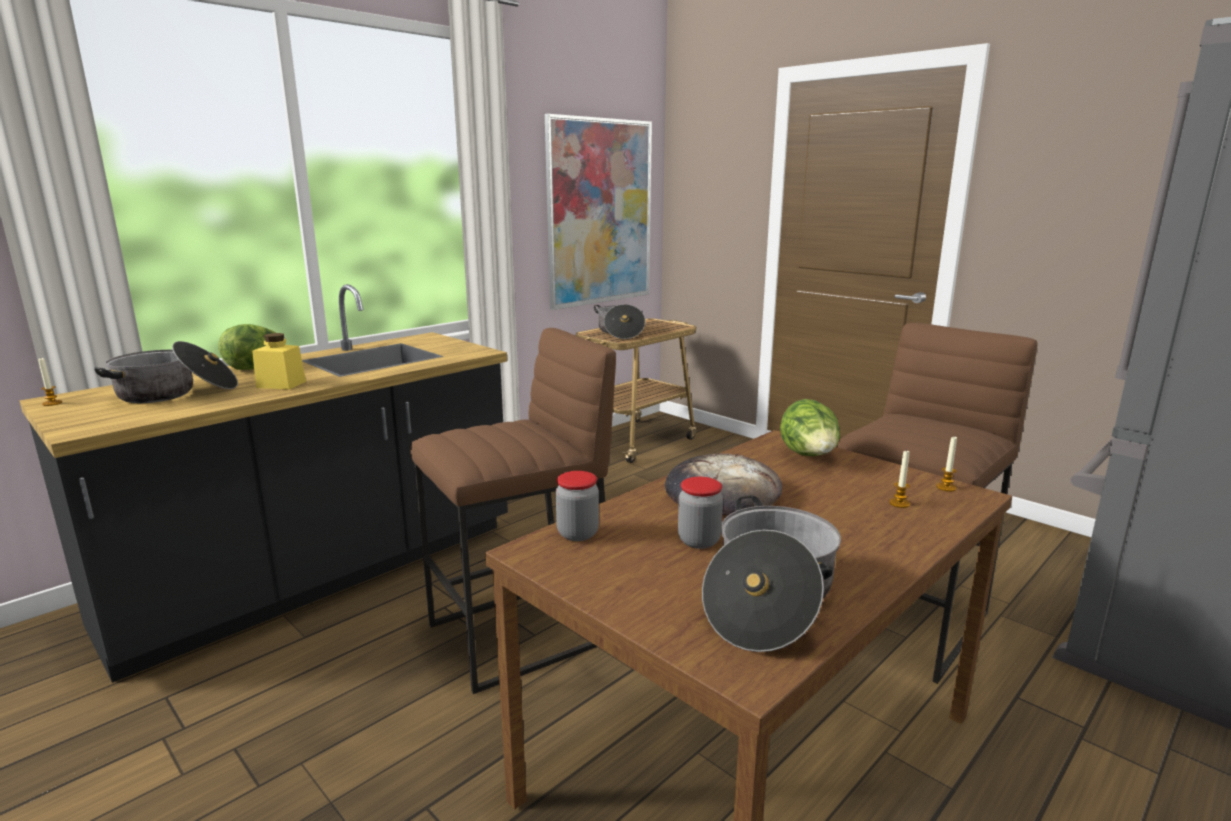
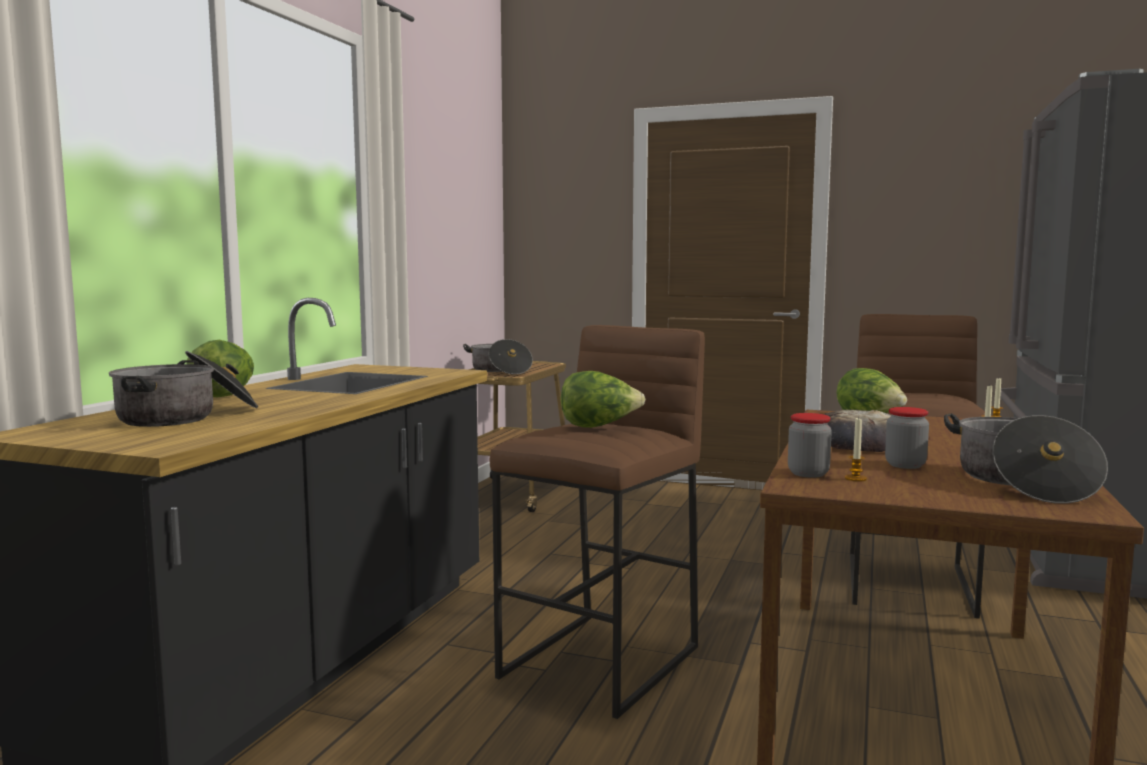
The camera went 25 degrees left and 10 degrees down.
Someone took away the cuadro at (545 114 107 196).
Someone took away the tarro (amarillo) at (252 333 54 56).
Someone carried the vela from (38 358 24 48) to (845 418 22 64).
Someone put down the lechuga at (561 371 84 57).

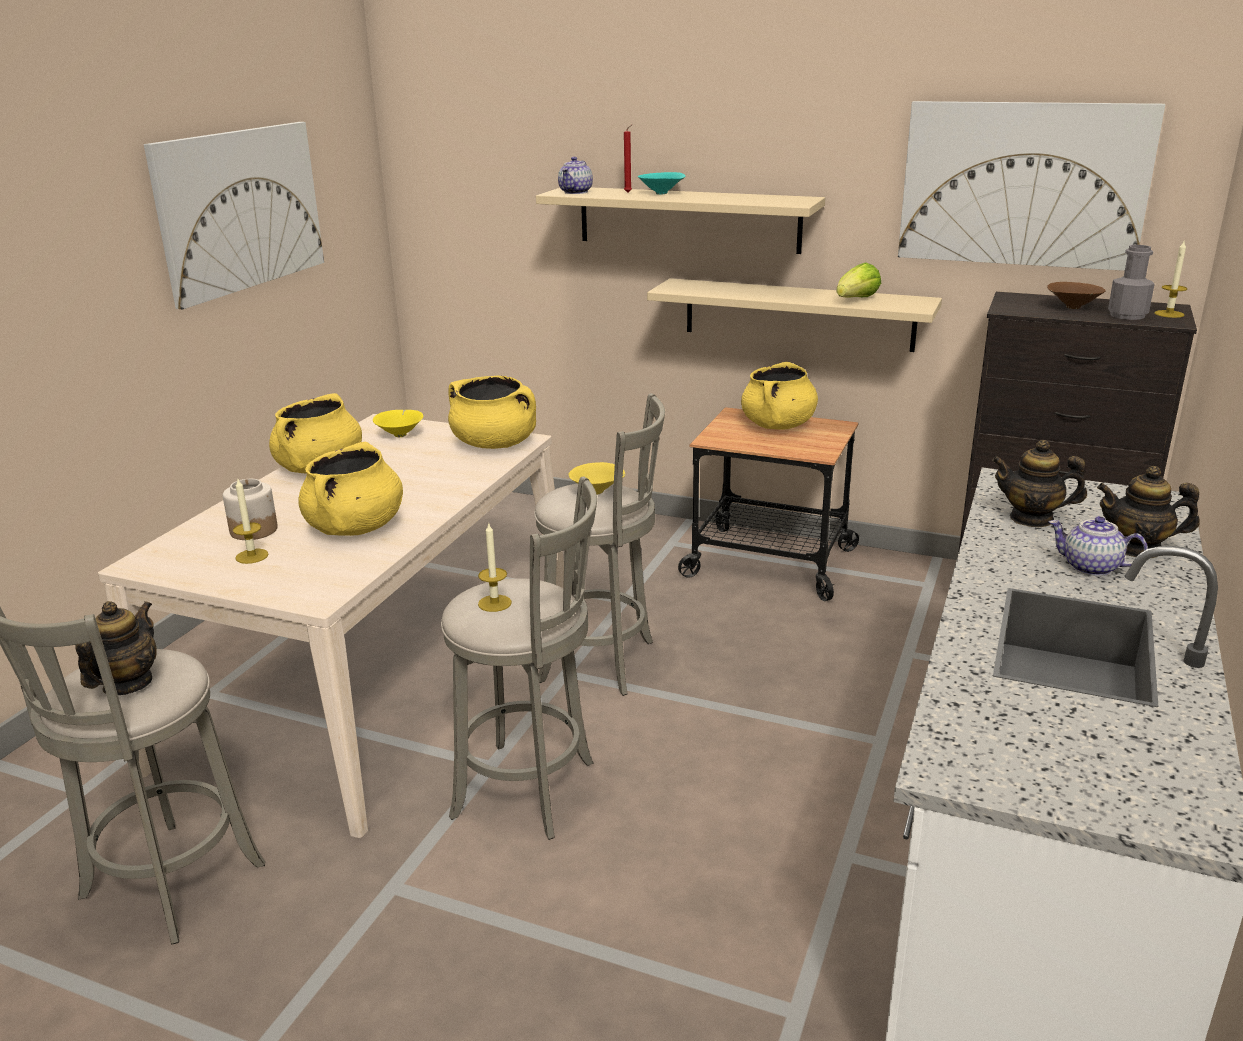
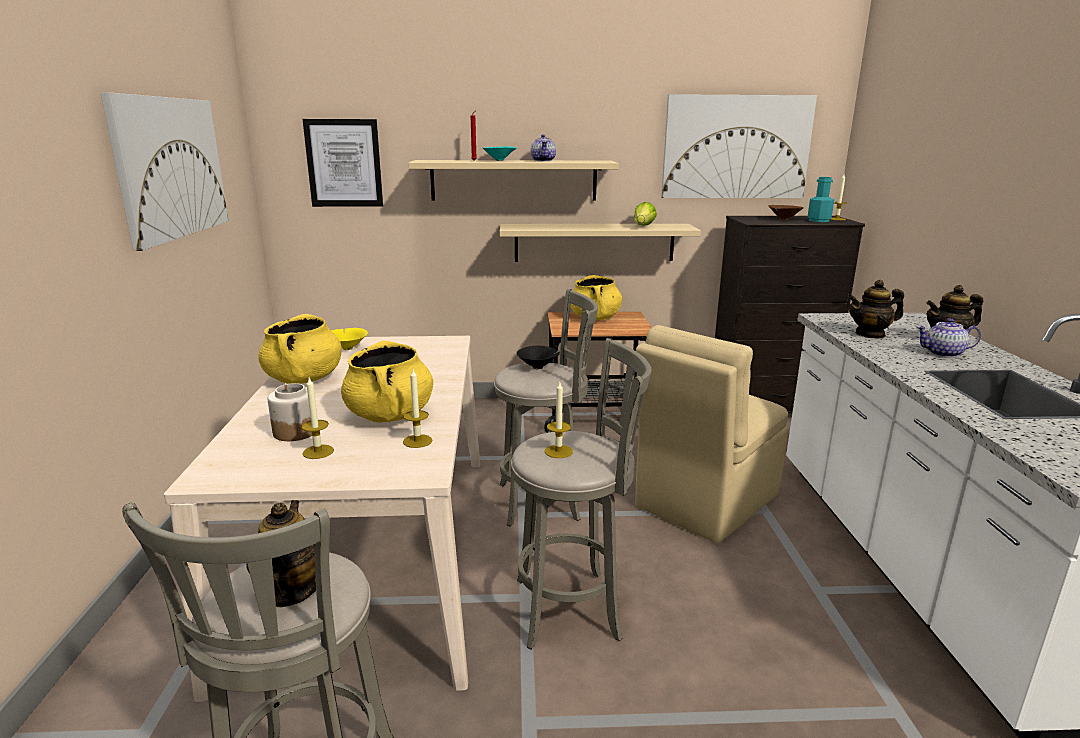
The camera went 25 degrees left and 5 degrees down.
Someone carried the tetera from (558 157 35 37) to (531 134 25 27).
Someone repainted the botella (gris) at (1108 245 47 75), which became the botella (turquesa) at (807 177 27 45).
Someone took away the olla (amarillo) at (448 376 88 73).
Someone repainted the cuenco (amarillo) at (569 462 56 32), which became the cuenco (negro) at (516 346 44 23).
Someone put up the cuadro at (303 119 80 88).
Someone put down the silla (beis) at (635 325 153 218).
Someone put down the vela at (403 369 30 79).

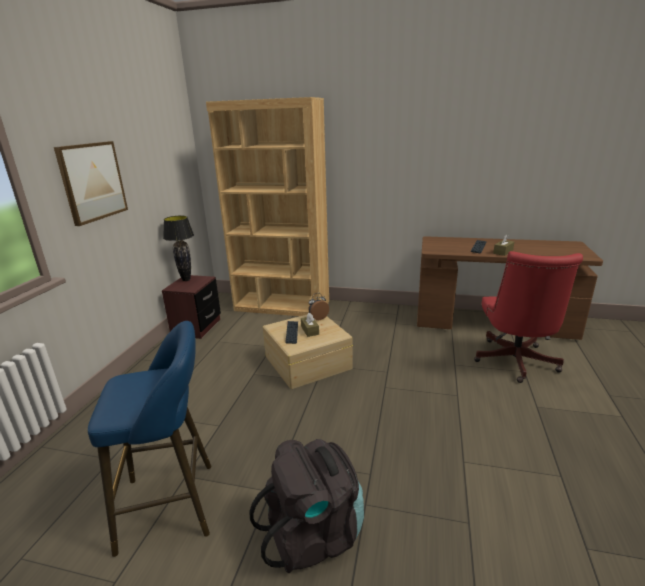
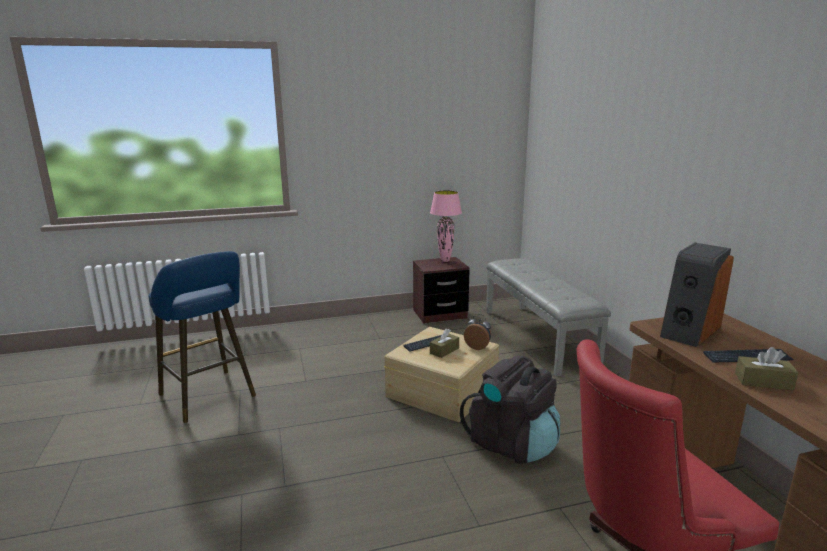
The camera went 60 degrees right and 5 degrees down.
Someone swapped the estantería (marrón) at (206 97 123 219) for the banco (gris) at (486 258 125 119).
Someone took away the cuadro at (54 141 74 85).
Someone repainted the lámpara de mesa (negro) at (163 216 31 65), which became the lámpara de mesa (rosa) at (430 190 32 72).
Someone carried the mochila (negro) from (250 439 114 134) to (460 356 100 108).
Someone put down the altavoz at (660 243 74 104).

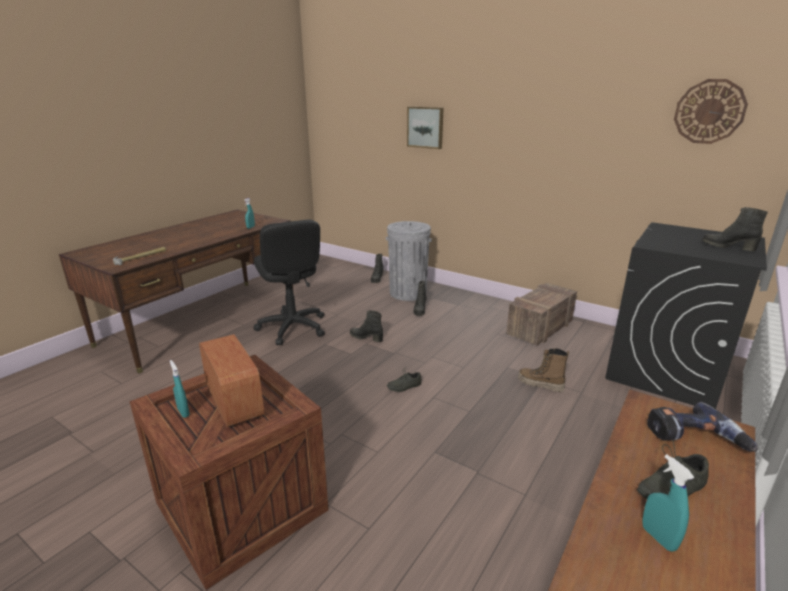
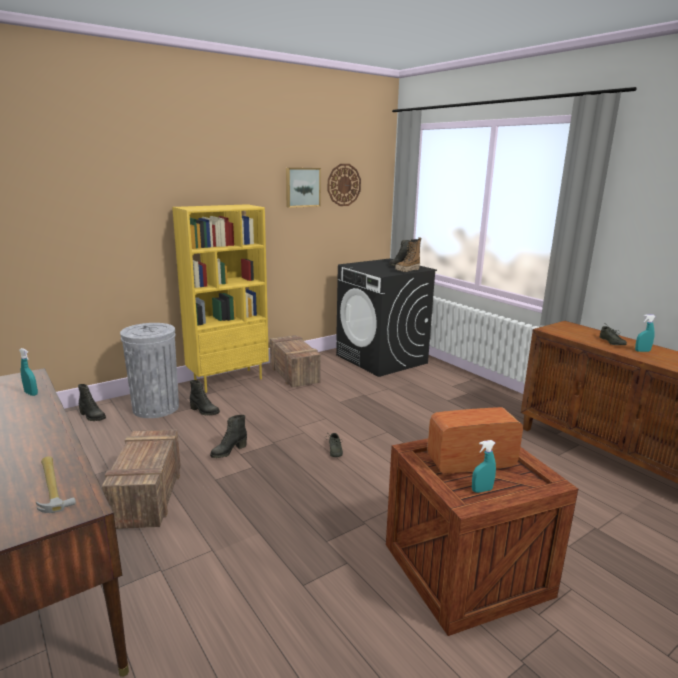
The camera went 70 degrees left and 5 degrees down.
Someone carried the cuadro from (407 106 36 43) to (286 168 35 40).
Someone swapped the silla de oficina (negro) at (253 220 72 125) for the caja de embalaje at (101 429 80 100).
Someone carried the bota from (518 348 51 44) to (395 237 26 35).
Someone took away the taladro at (647 402 111 50).
Someone put down the estantería (amarillo) at (172 204 97 189).

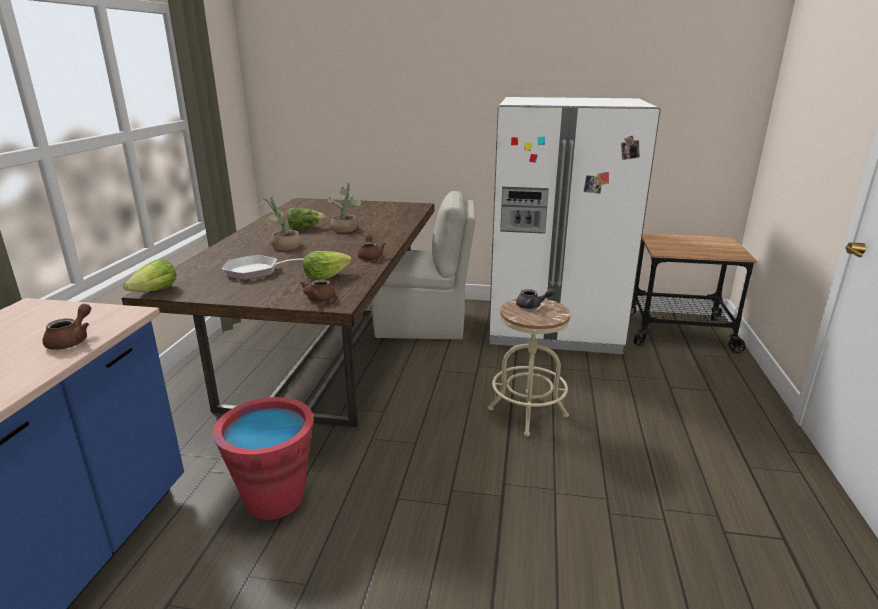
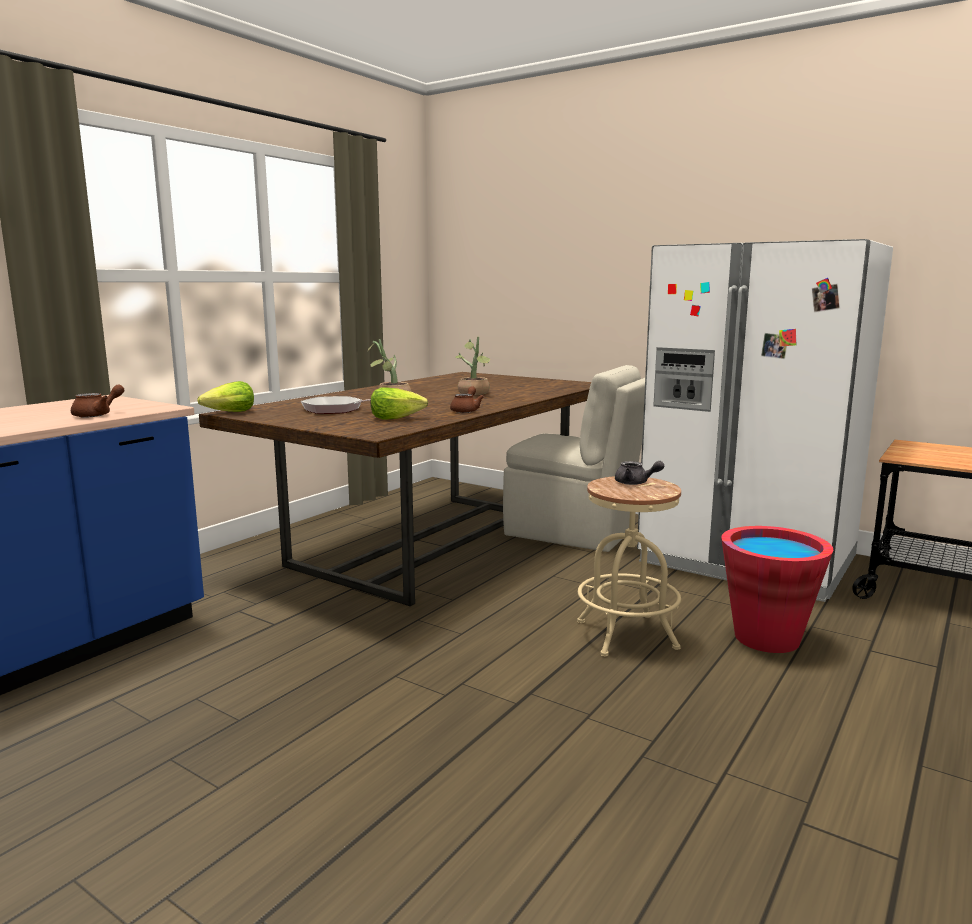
The camera went 25 degrees right and 10 degrees down.
Someone took away the lechuga at (288 208 38 21).
Someone took away the tetera (marrón) at (300 279 36 23).
Someone carried the cubo (rojo) from (213 397 101 123) to (721 526 112 127).

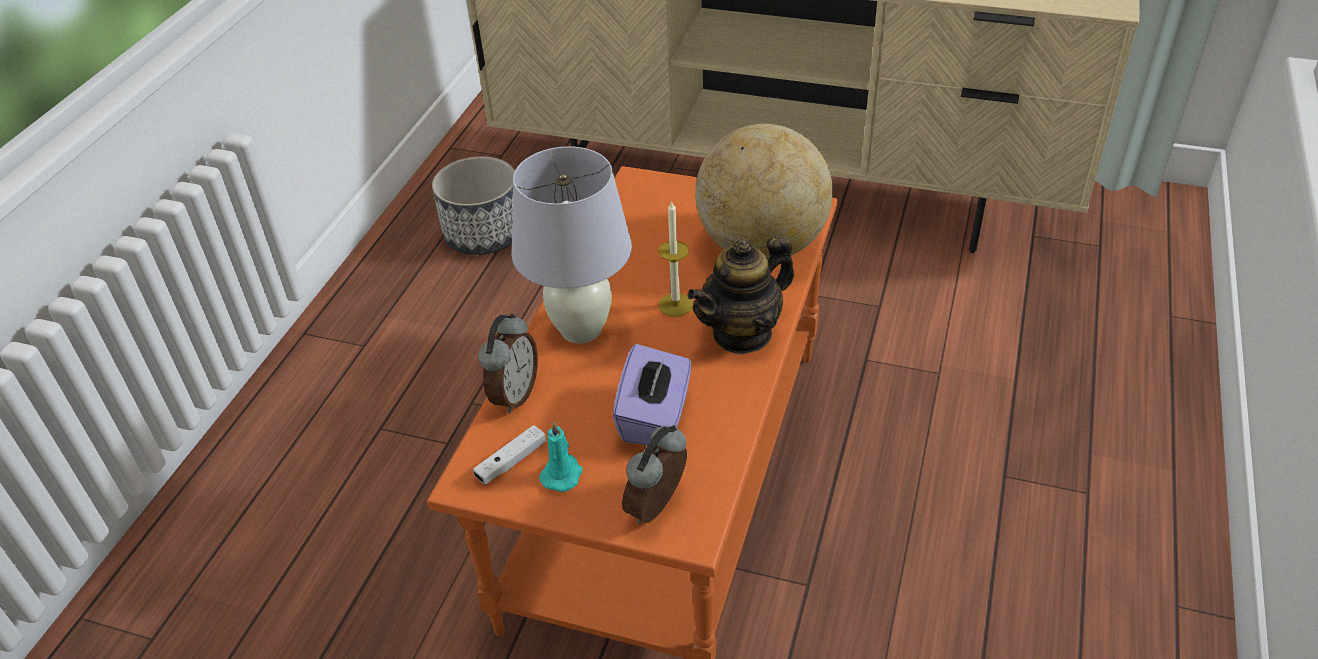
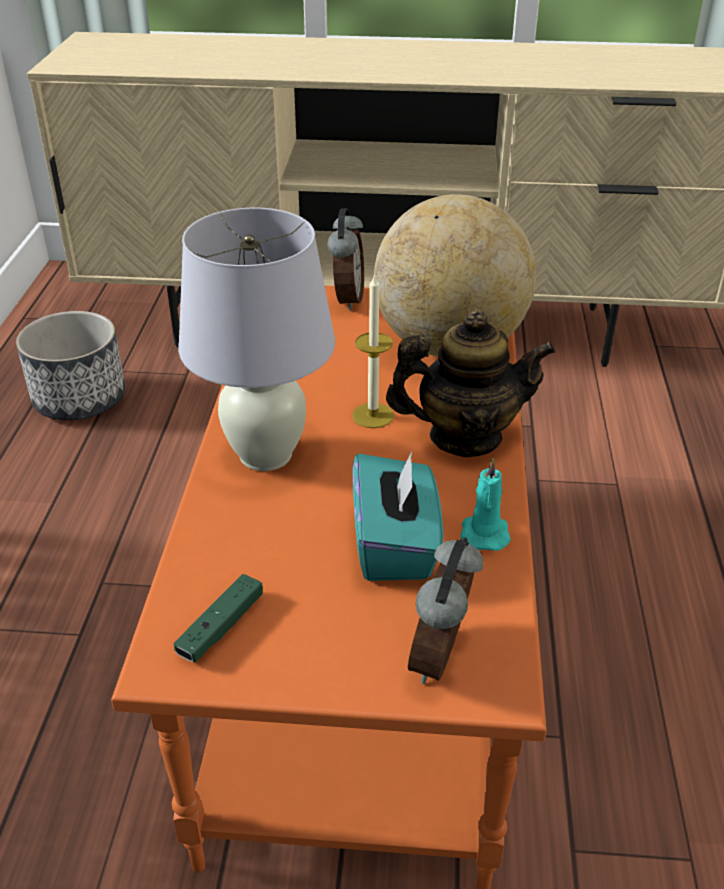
The camera went 15 degrees left and 5 degrees down.
Someone rotated the tetera at (687 235 107 120) by 135 degrees counterclockwise.
Someone carried the despertador from (478 313 60 100) to (327 208 37 103).
Someone repainted the caja de pañuelos (morado) at (613 344 78 101), which became the caja de pañuelos (turquesa) at (352 452 92 129).
Someone carried the vela (turquesa) from (539 422 43 70) to (460 458 51 93).
Someone repainted the mando de consola (blanco) at (473 425 73 59), which became the mando de consola (verde) at (174 574 89 88).

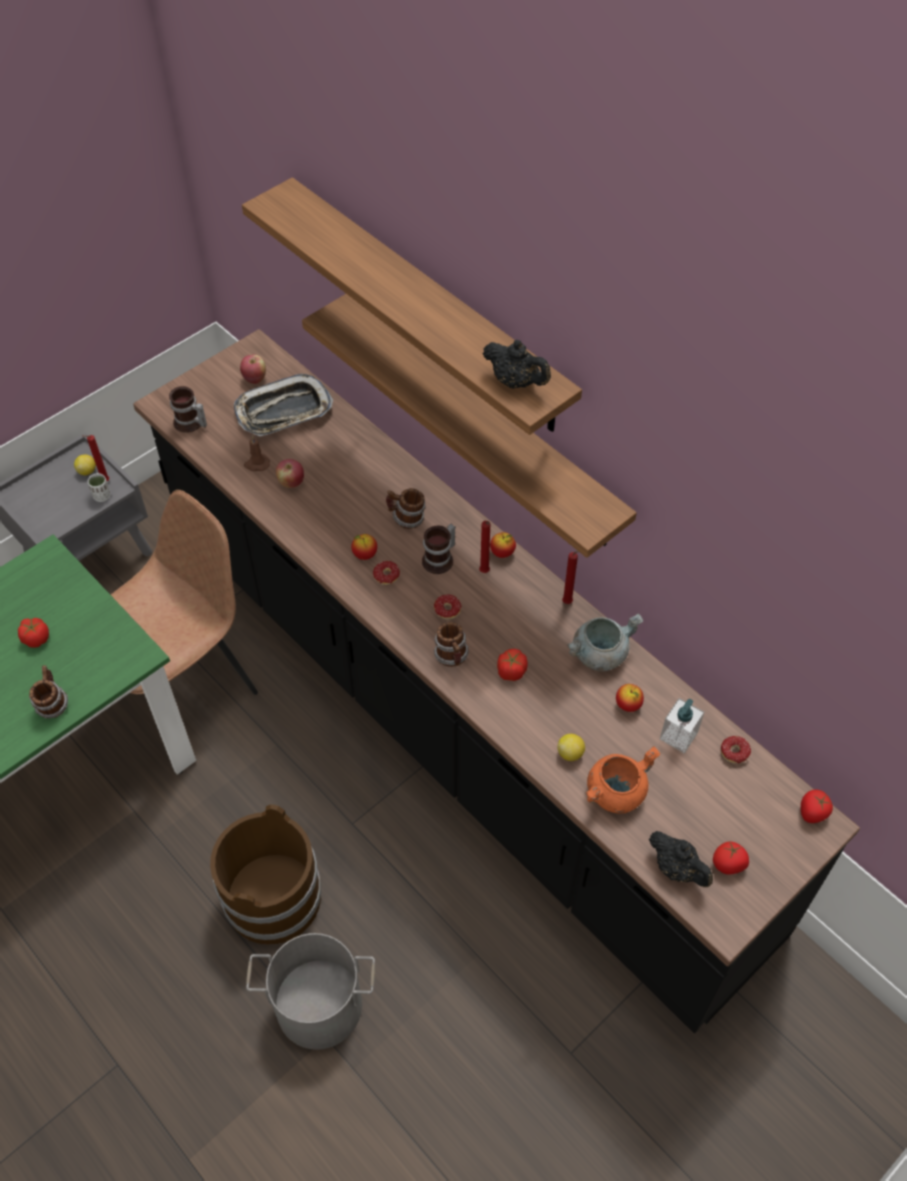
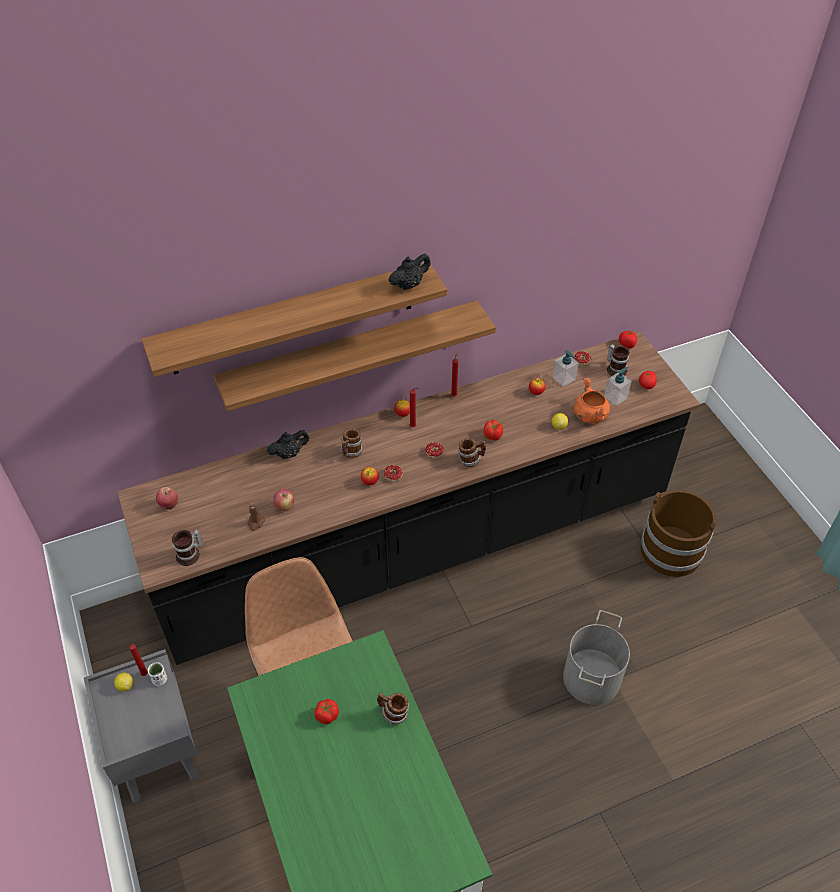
The camera went 70 degrees left and 5 degrees down.
Someone took away the bandeja at (234 374 99 63).
Someone carried the taza grande from (422 524 34 50) to (607 344 23 32).
Someone took away the olla (gris) at (567 613 76 58).
Someone carried the cubo (marrón) from (210 804 111 141) to (641 490 77 87).
Someone carried the tetera (negro) from (649 831 64 56) to (267 430 42 29).
Someone put down the dispensador de jabón at (604 367 28 39).

